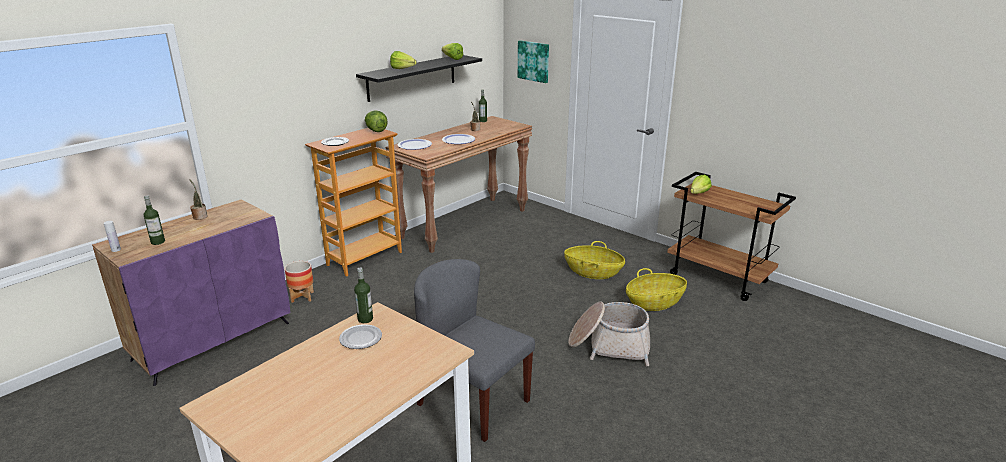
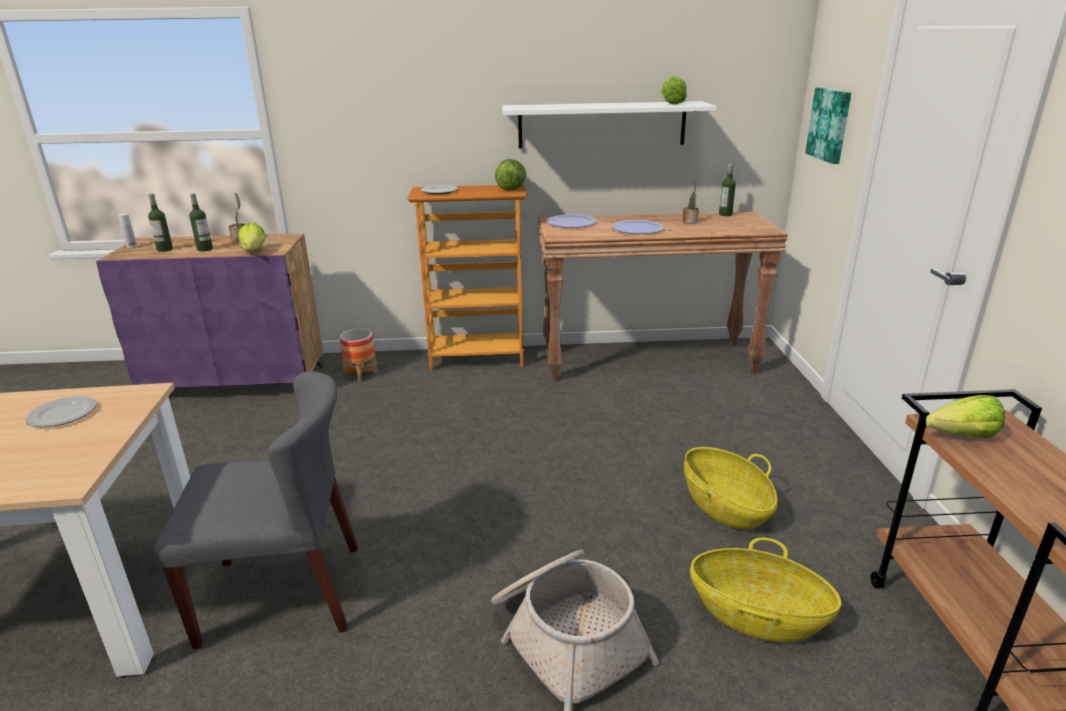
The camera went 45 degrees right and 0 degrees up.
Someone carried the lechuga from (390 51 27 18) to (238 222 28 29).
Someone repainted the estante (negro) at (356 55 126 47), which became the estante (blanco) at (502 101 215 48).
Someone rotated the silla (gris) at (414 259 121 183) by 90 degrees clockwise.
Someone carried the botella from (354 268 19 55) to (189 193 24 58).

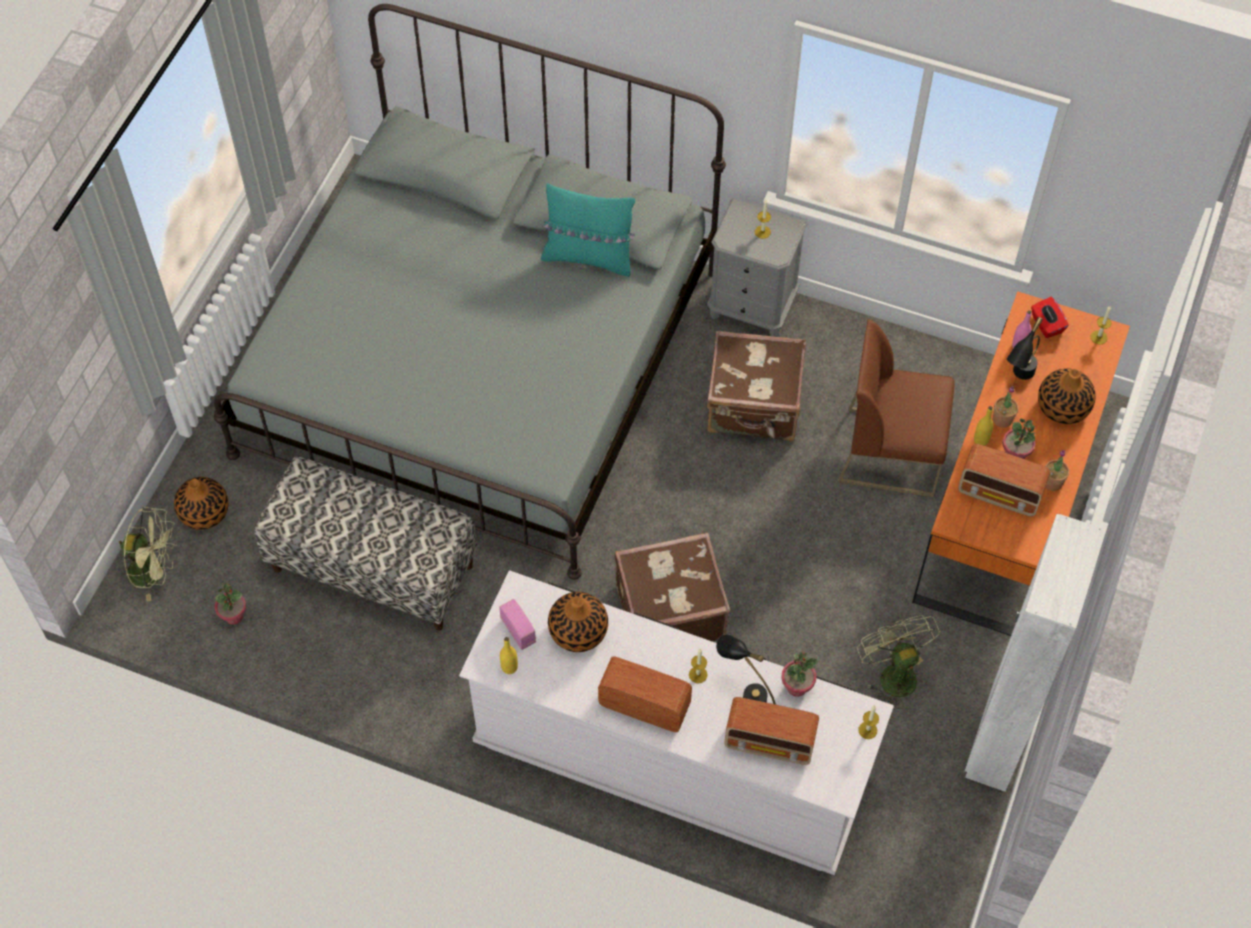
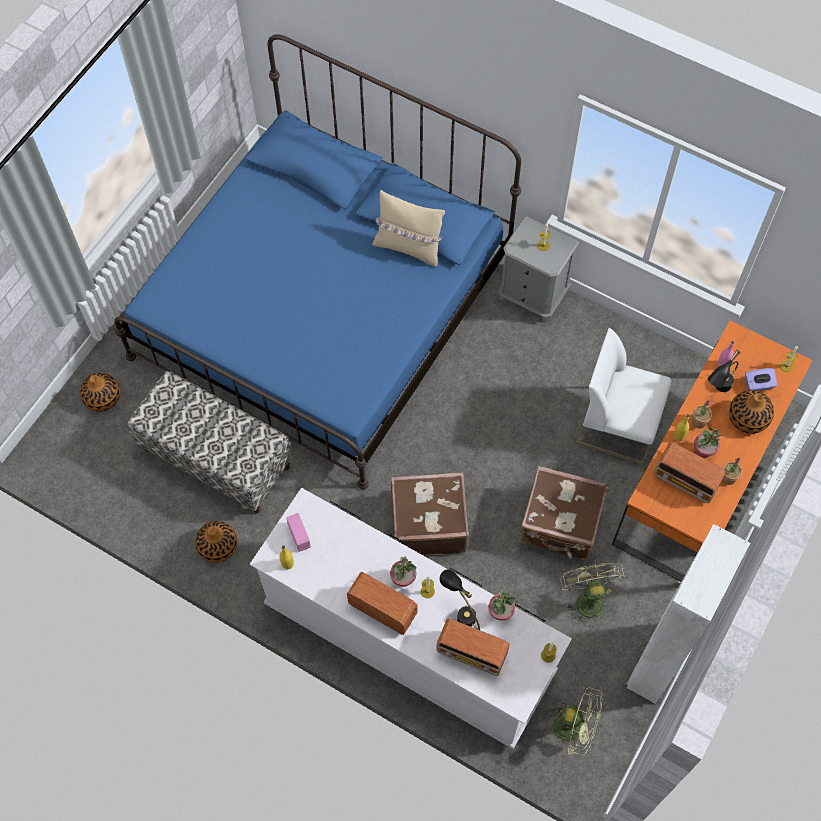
The camera went 10 degrees right and 5 degrees up.
Someone repainted the cama (gris) at (214 4 512 576), which became the cama (azul) at (115 34 406 455).
Someone repainted the cojín (turquesa) at (541 183 94 94), which became the cojín (beis) at (372 190 73 77).
Someone took away the caja de pañuelos (rojo) at (1031 297 38 41).
Someone repainted the silla (marrón) at (838 319 117 178), which became the silla (blanco) at (573 328 98 137).
Someone carried the maleta (marrón) from (707 331 99 110) to (520 466 89 95).
Someone carried the ventilador (verde) from (119 507 58 94) to (547 687 56 68).
Someone carried the planta en maceta from (215 583 31 42) to (390 556 27 31).
Someone carried the florero from (548 592 60 60) to (195 521 42 42).
Someone put down the caja de pañuelos (morado) at (745 368 33 23).

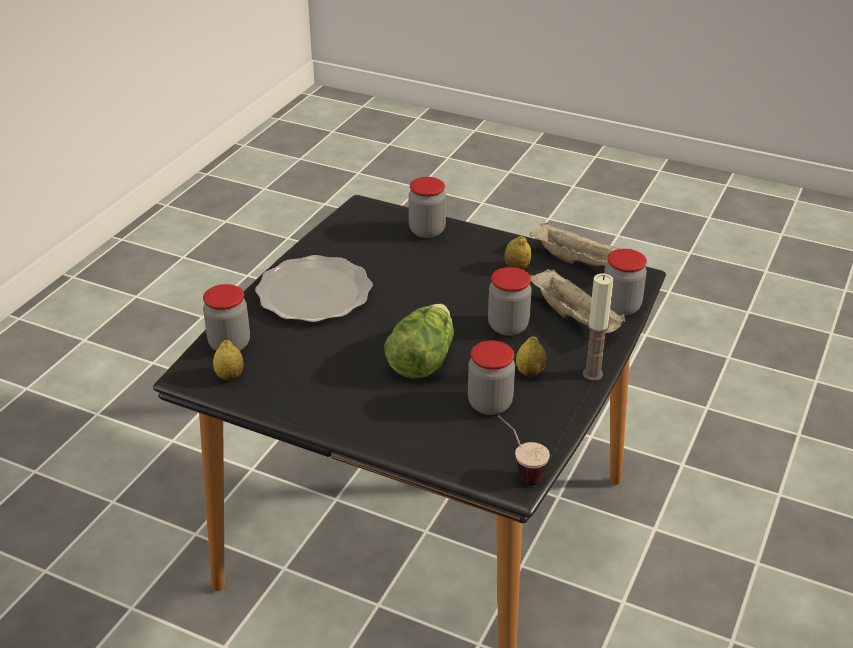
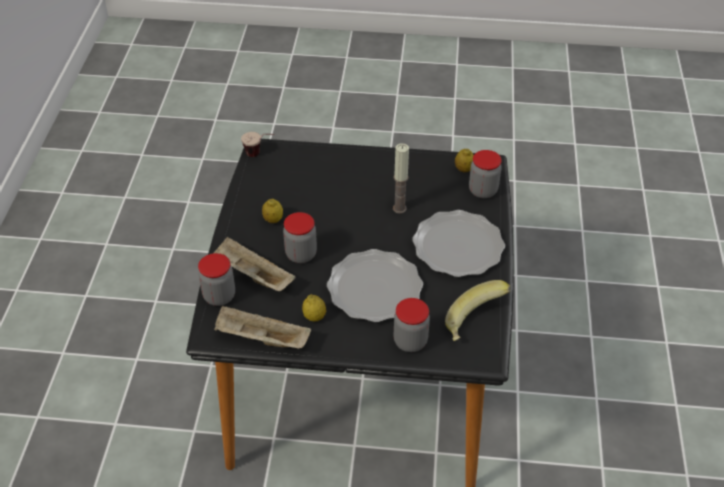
The camera went 160 degrees right and 10 degrees up.
Someone carried the vela from (583 273 31 108) to (393 143 16 71).
Someone took away the lechuga at (384 304 70 75).
Someone took away the tarro at (468 341 47 74).
Someone put down the plato at (327 249 96 73).
Someone put down the plátano at (445 280 66 61).

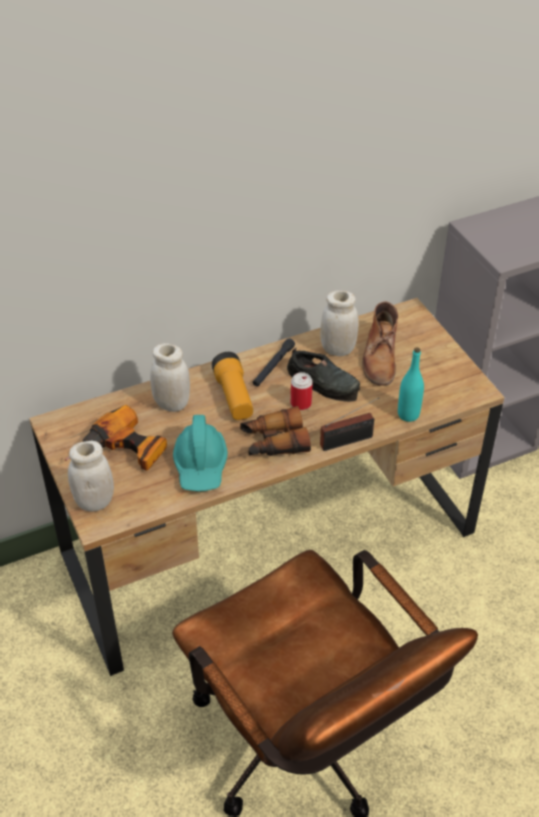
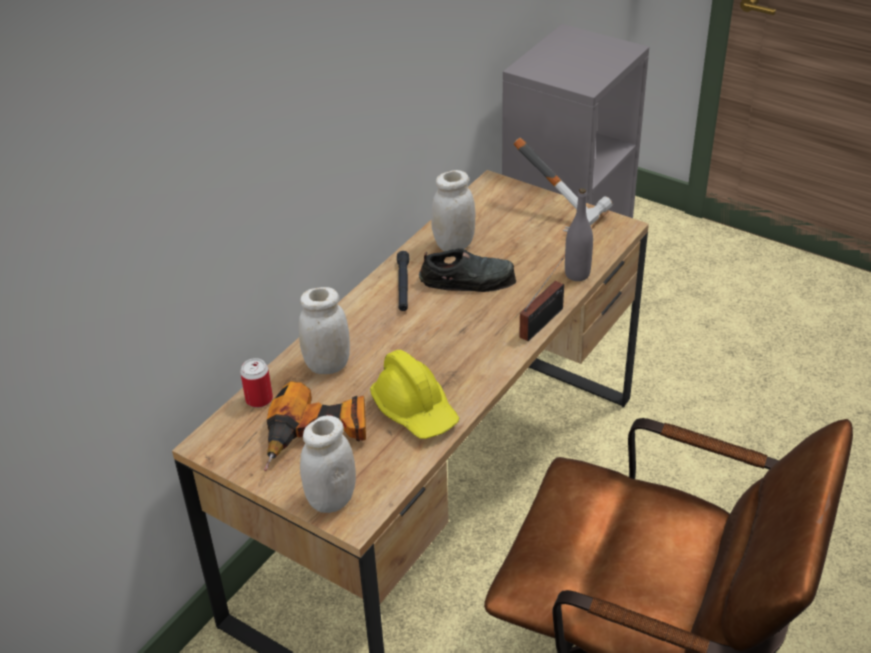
The camera went 30 degrees left and 5 degrees down.
Someone took away the bota (marrón) at (362 301 36 85).
Someone repainted the botella (turquesa) at (398 347 26 75), which became the botella (gris) at (565 188 28 93).
Someone took away the linterna at (212 352 41 68).
Someone carried the lata from (291 372 22 38) to (240 358 33 50).
Someone took away the prismáticos at (240 406 71 50).
Someone repainted the casco (turquesa) at (173 415 55 77), which became the casco (amarillo) at (370 350 89 89).
Someone put down the martillo at (514 138 99 94).

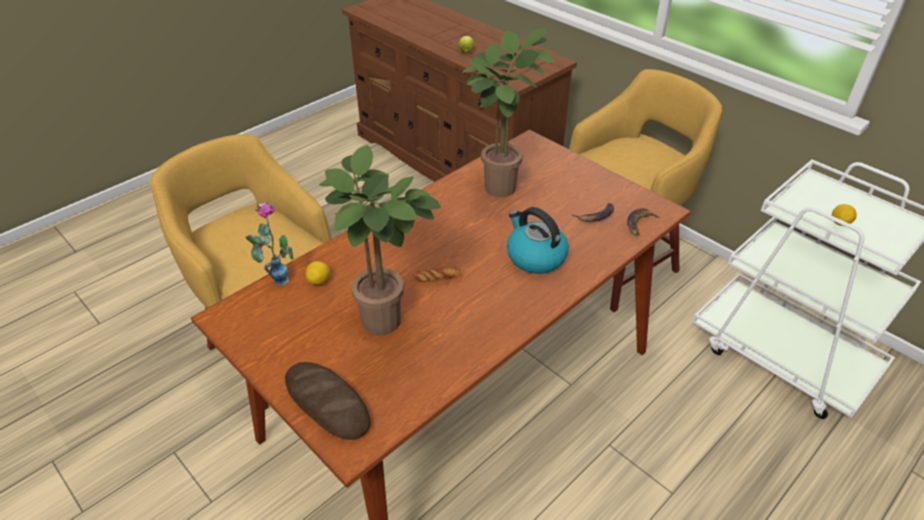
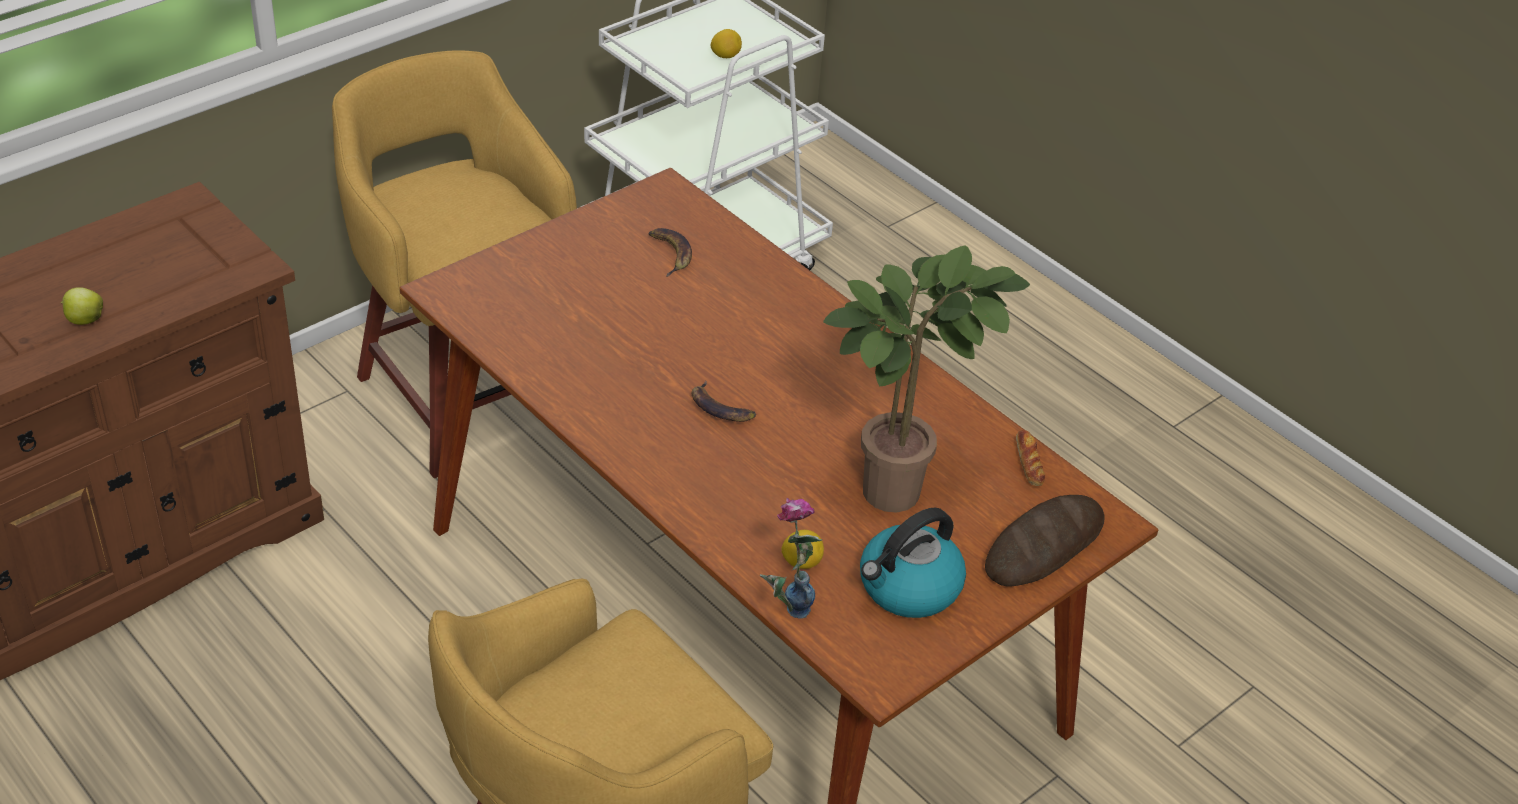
The camera went 90 degrees left and 0 degrees up.
Someone took away the planta en maceta at (462 28 93 169).
Someone carried the hervidor from (507 207 62 67) to (860 507 106 111).
Someone carried the plátano from (627 208 32 28) to (692 381 64 41).
Someone carried the pan from (413 267 48 15) to (1016 430 29 56).

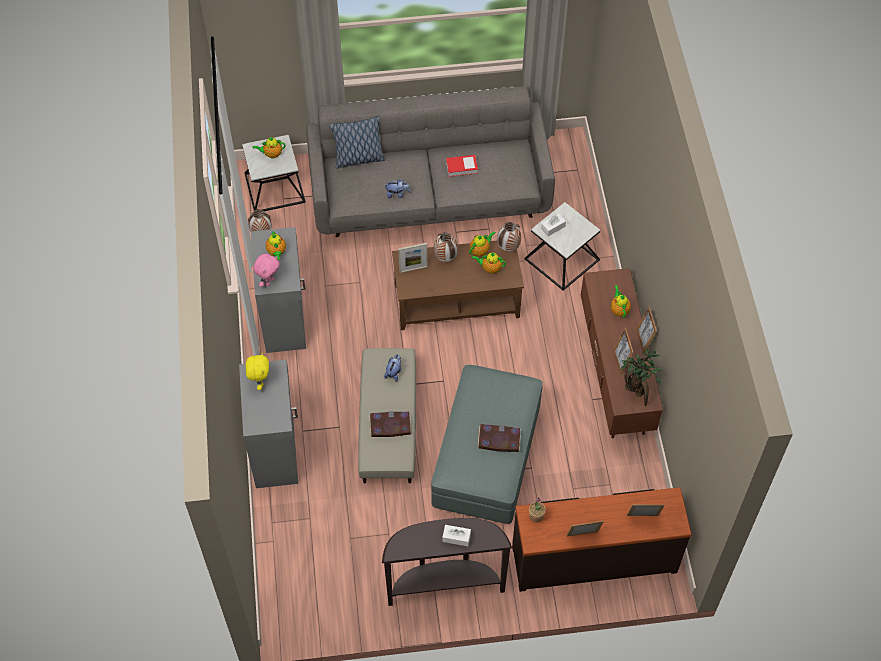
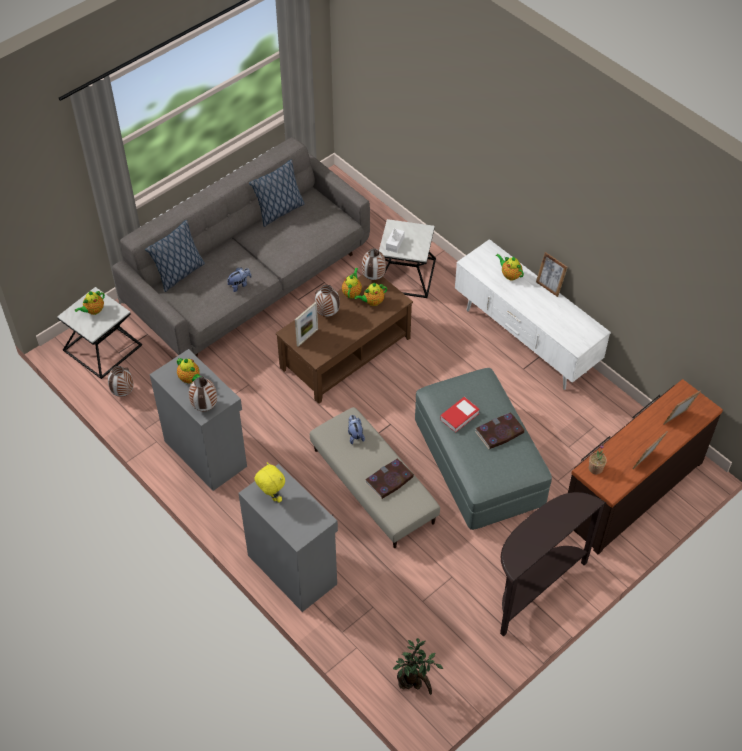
The camera went 35 degrees left and 5 degrees down.
Someone carried the libro from (446 155 32 22) to (440 397 40 36).
Someone swapped the peluche (rosa) at (253 254 27 33) for the florero at (189 377 28 34).
Someone repainted the mueble de televisión (marrón) at (581 268 83 170), which became the mueble de televisión (blanco) at (455 239 156 151).
Someone took away the portarretratos at (613 328 21 46).
Someone carried the planta en maceta from (621 348 41 58) to (393 638 50 57).
Someone took away the caja de pañuelos (blanco) at (442 525 29 21).
Someone put down the cojín at (249 160 56 67).

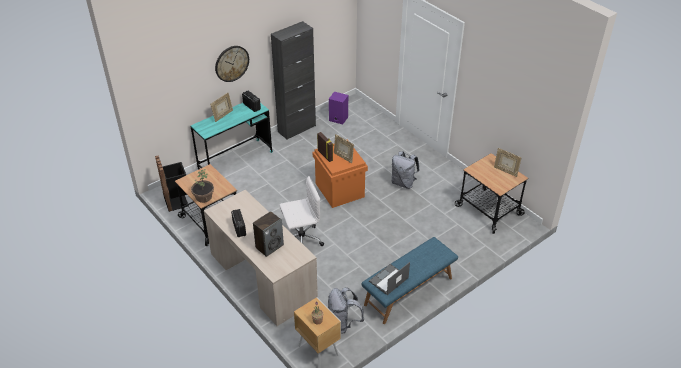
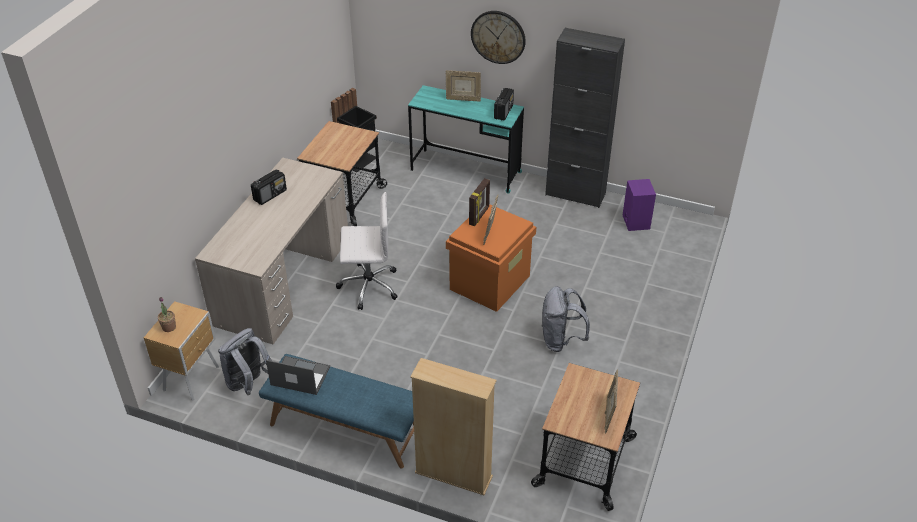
The camera went 60 degrees right and 0 degrees up.
Someone took away the planta en maceta at (191 169 23 34).
Someone rotated the silla de oficina (blanco) at (279 176 45 70) by 45 degrees counterclockwise.
Someone took away the altavoz at (253 211 31 46).
Someone put down the estantería (beis) at (410 358 87 137).

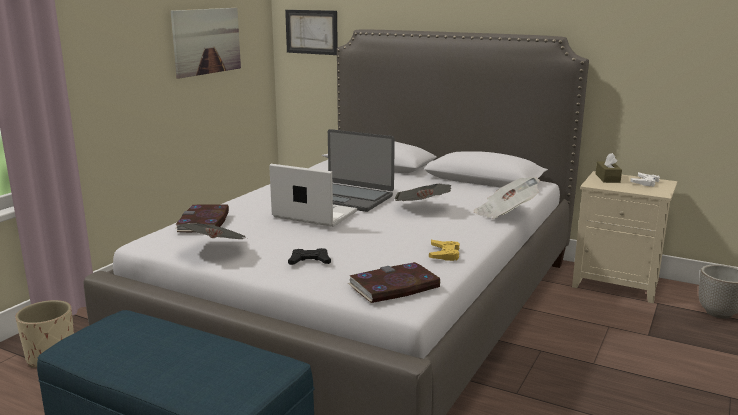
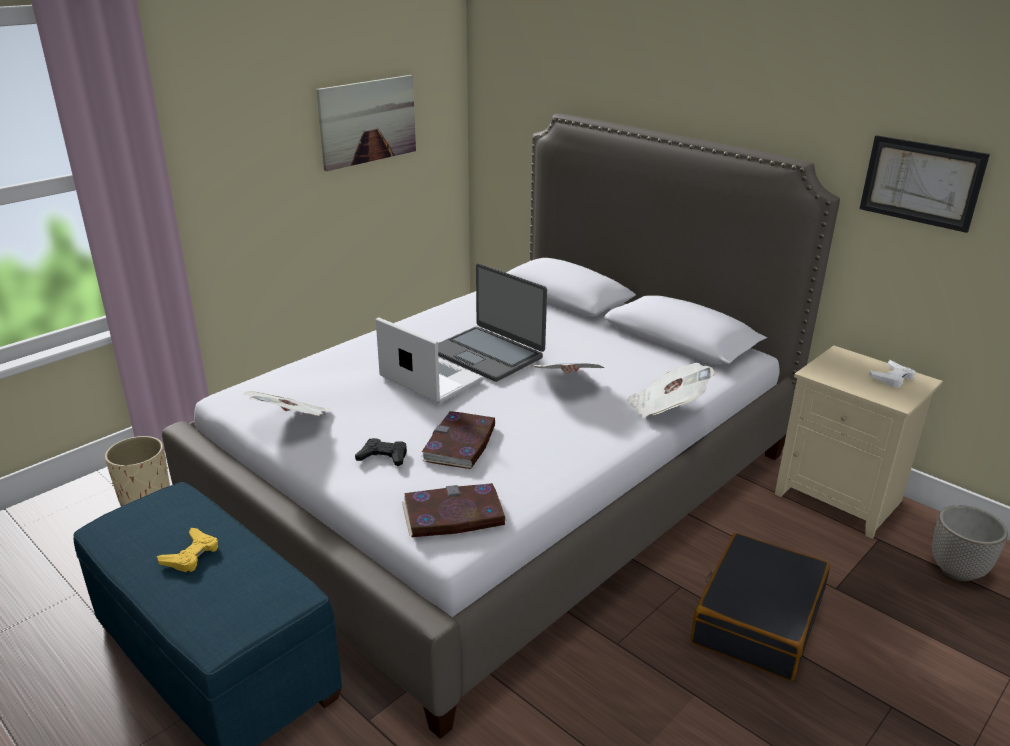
The camera went 15 degrees right and 10 degrees up.
Someone carried the cuadro from (285 10 53 45) to (859 135 131 98).
Someone took away the caja de pañuelos (marrón) at (596 153 26 30).
Someone carried the libro from (175 204 54 28) to (421 411 74 58).
Someone carried the mando de consola (amarillo) from (429 240 31 21) to (157 528 61 44).
Someone put down the maleta (negro) at (691 533 139 148).

